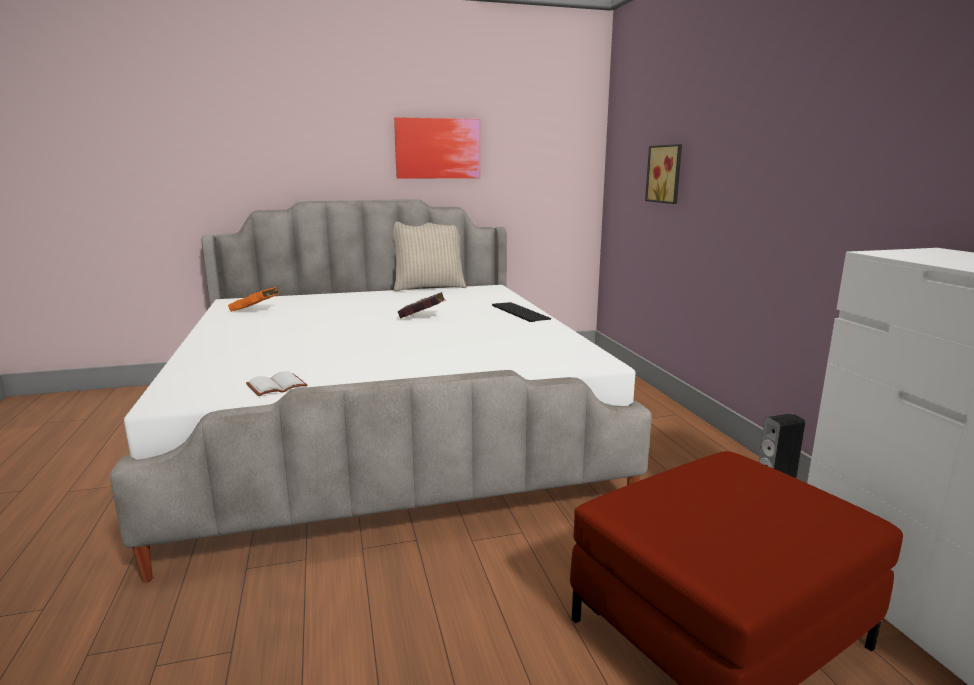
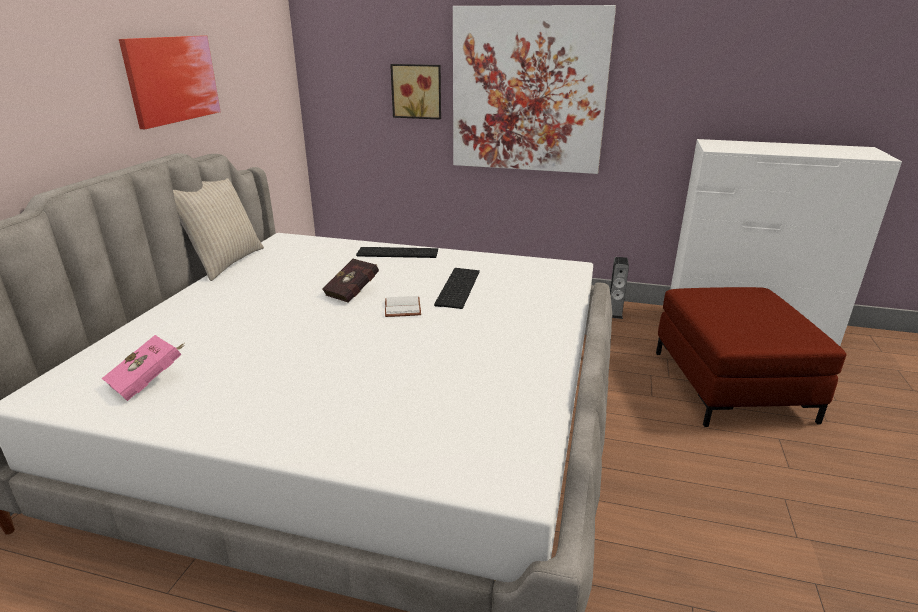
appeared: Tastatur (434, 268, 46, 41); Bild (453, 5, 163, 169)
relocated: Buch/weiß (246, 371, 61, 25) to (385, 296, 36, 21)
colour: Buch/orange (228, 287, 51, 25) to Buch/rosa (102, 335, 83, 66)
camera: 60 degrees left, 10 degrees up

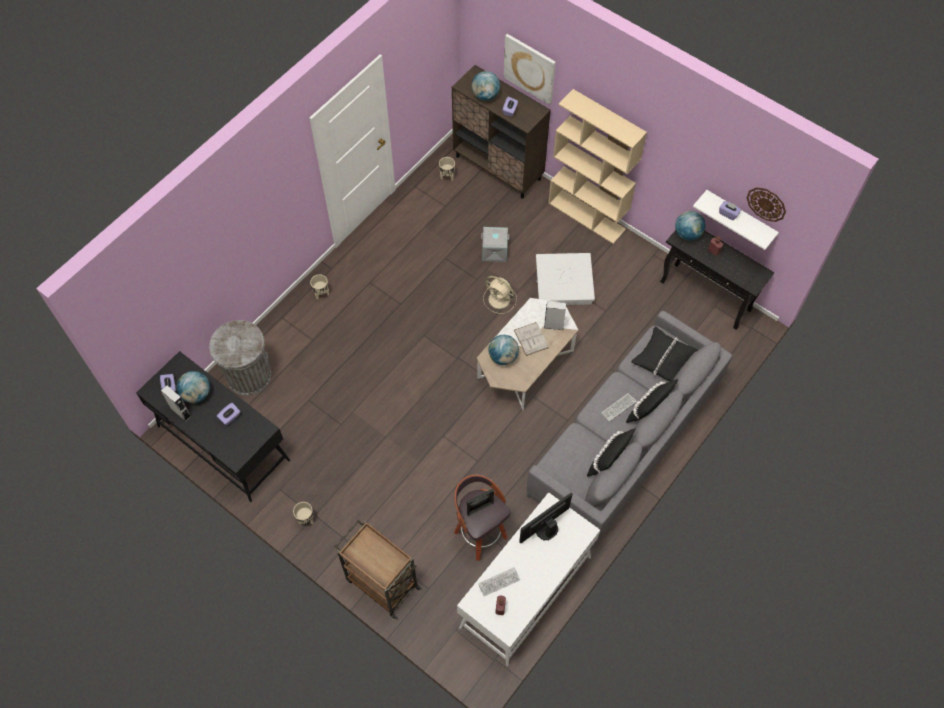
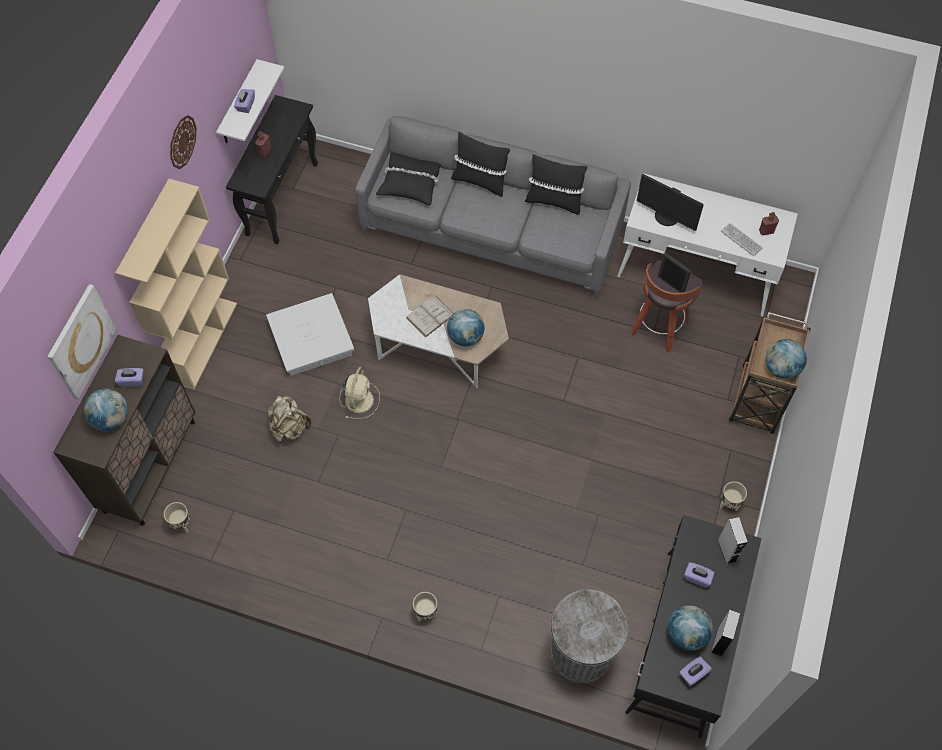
missing: Tastatur (601, 393, 36, 29)
relocated: Lautsprecher/grau (544, 301, 22, 29) to (718, 517, 30, 48); Globus (675, 211, 30, 29) to (766, 339, 41, 40); Wanduhr (747, 187, 39, 35) to (170, 115, 26, 54)
exchanged: Aufbewahrungsbox/grau (481, 227, 28, 35) to Rucksack/beige (268, 396, 43, 45)
camera: 110 degrees left, 0 degrees up

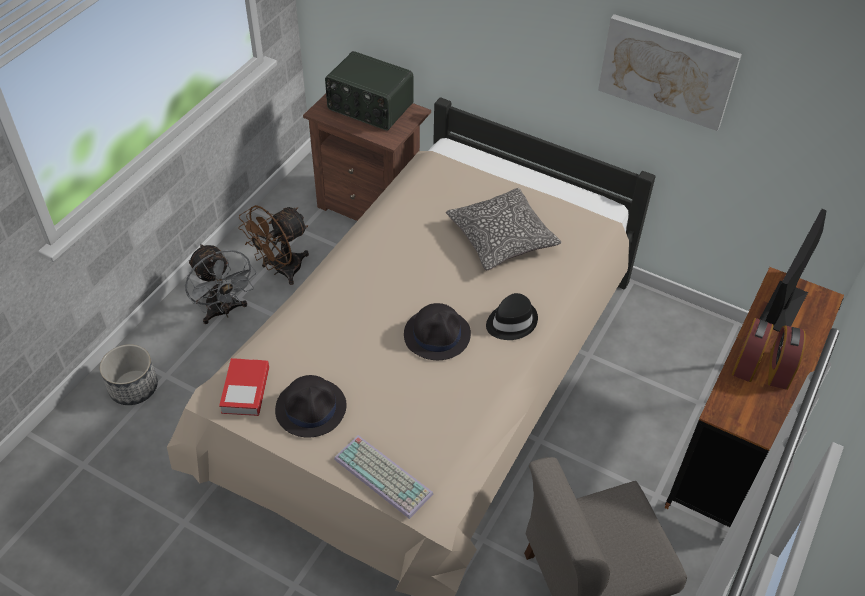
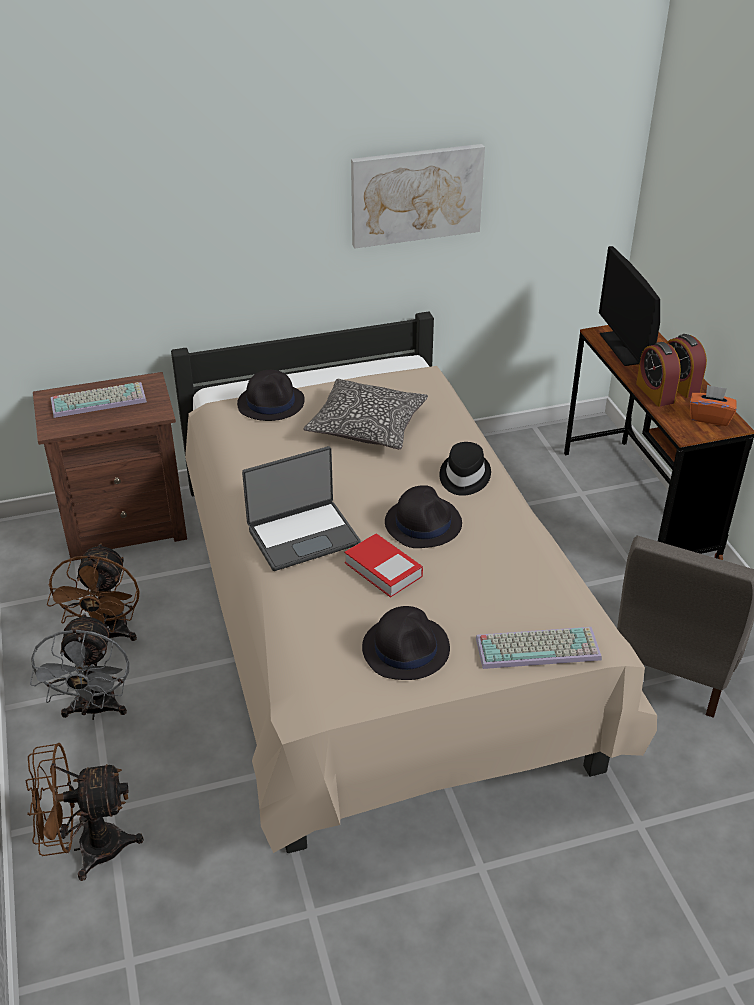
appeared: Hut/schwarz (237, 370, 68, 51); Laptop (242, 446, 119, 125); Taschentuchbox/orange (690, 385, 46, 41)
relocated: Buch (219, 358, 50, 58) to (345, 533, 78, 65)
exchanged: Pflanzkübel (100, 344, 58, 61) to Ventilator/braun (26, 743, 118, 138); Radio (325, 51, 88, 79) to Tastatur (51, 382, 96, 36)
spun: Ventilator/grau (185, 244, 71, 80) = (30, 613, 100, 107) 75 degrees clockwise
camera: 45 degrees left, 10 degrees down

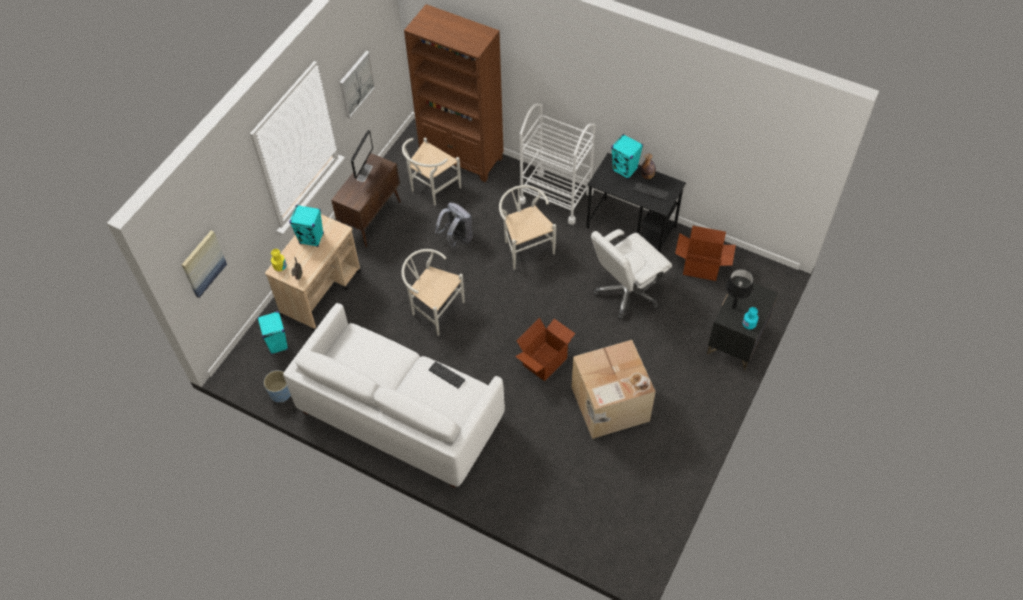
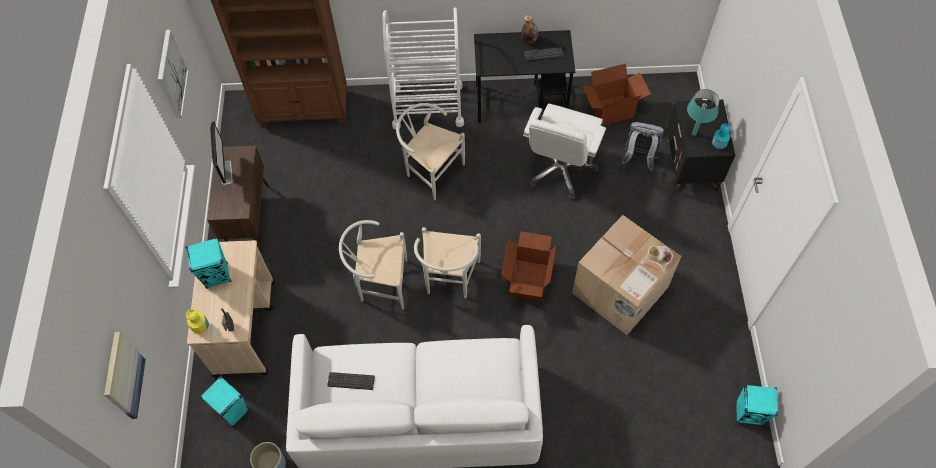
relocated: Stuhl/weiß (402, 138, 59, 67) to (414, 227, 67, 72); Tastatur (429, 361, 36, 27) to (327, 372, 48, 18); Rucksack/grau (435, 203, 38, 45) to (622, 122, 42, 49); Lautsprecher/türkis (611, 134, 32, 45) to (736, 384, 42, 42)
colour: Tischlampe/schwarz (726, 269, 27, 40) to Tischlampe/türkis (687, 89, 32, 47)
camera: 30 degrees left, 5 degrees up

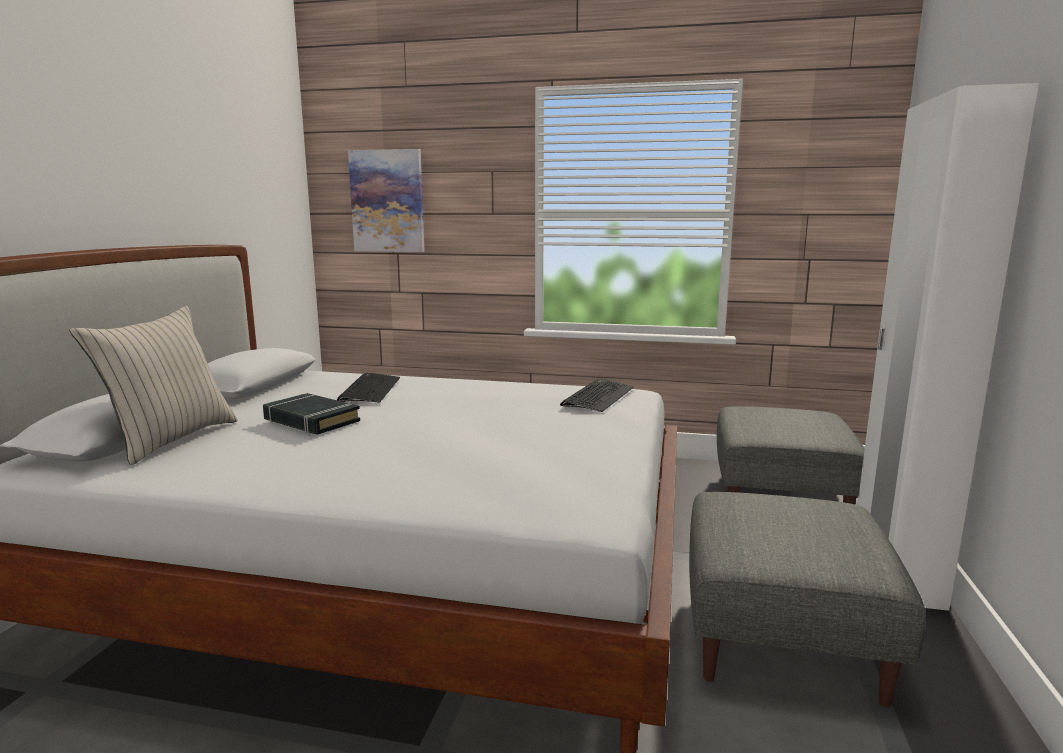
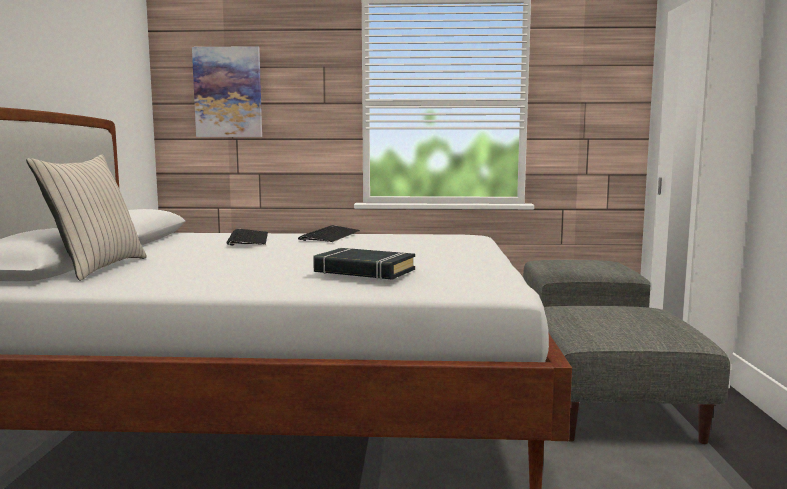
relocated: Buch/schwarz (263, 393, 97, 42) to (313, 248, 102, 32); Tastatur (560, 378, 74, 34) to (298, 225, 62, 17)
camera: 10 degrees left, 5 degrees down

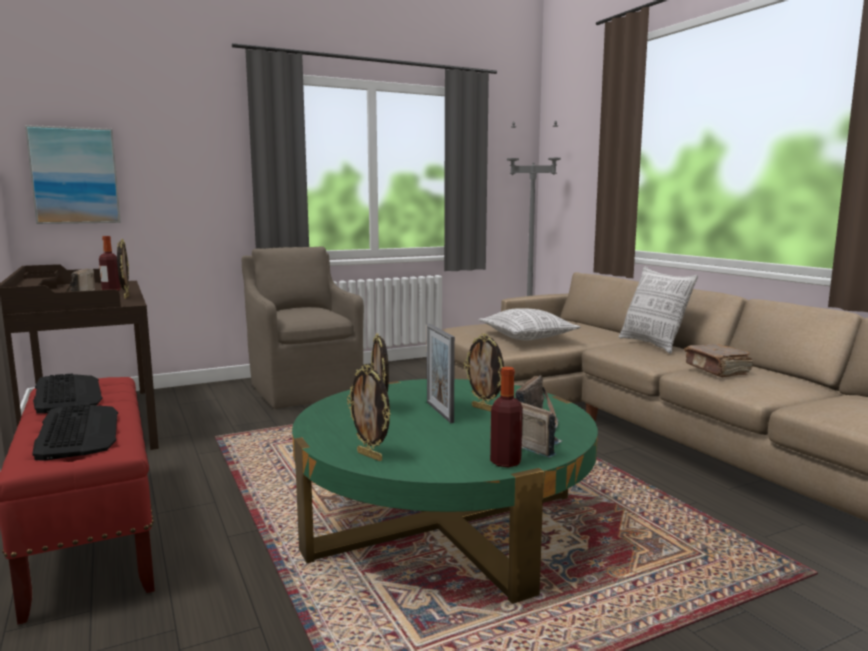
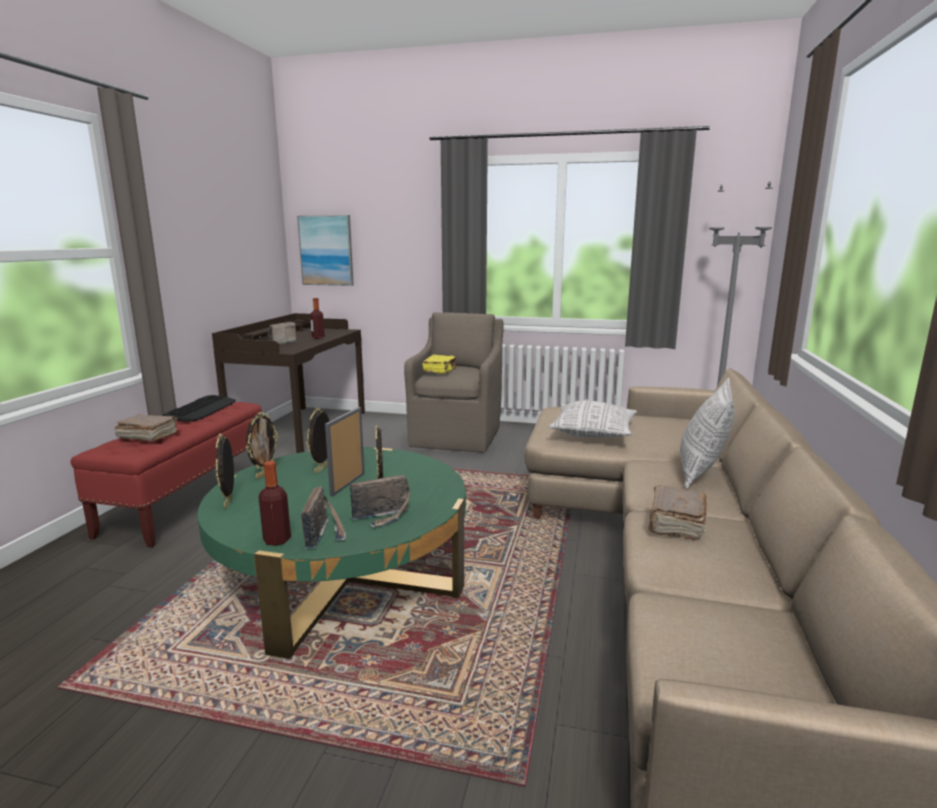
appeared: Buch/gelb (422, 355, 35, 19)
relocated: Bilderrahmen (117, 239, 12, 60) to (246, 412, 32, 67)
exchanged: Tastatur (32, 404, 86, 57) to Buch/braun (114, 414, 64, 27)
camera: 40 degrees right, 5 degrees up

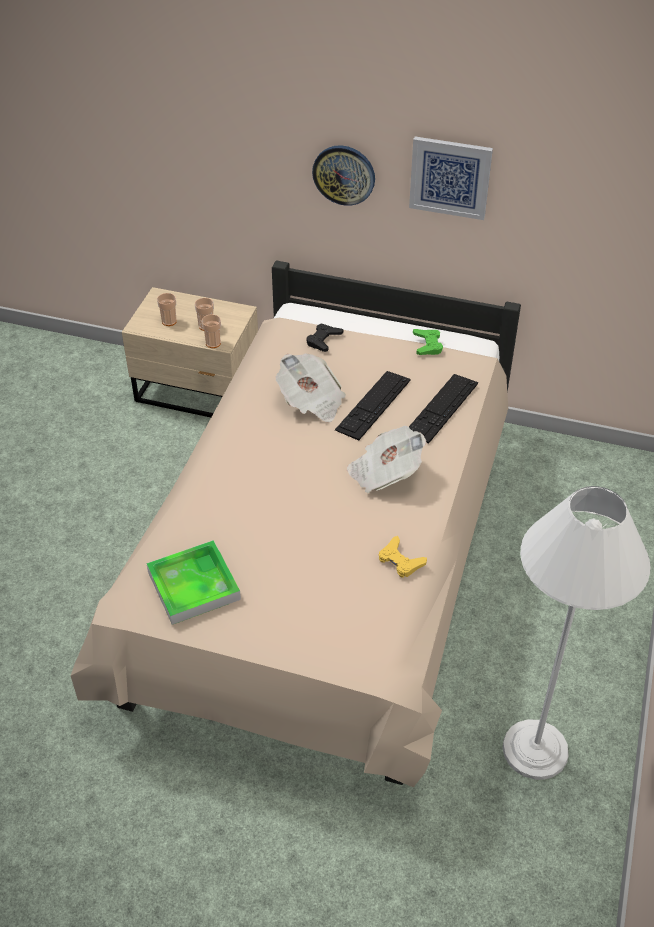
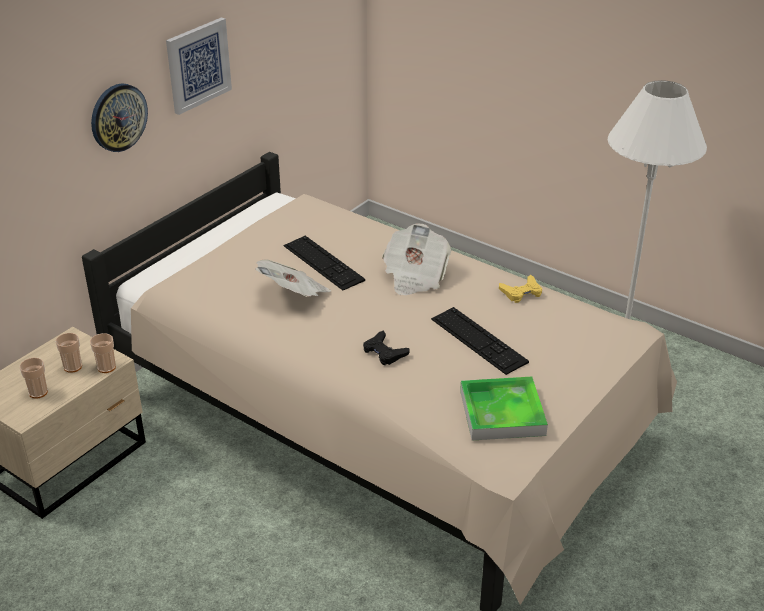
missing: Gamepad/grün (413, 329, 30, 26)
relocated: Gamepad/schwarz (306, 323, 37, 29) to (363, 330, 47, 35); Tastatur (409, 374, 69, 70) to (431, 307, 98, 68)
camera: 70 degrees left, 10 degrees down

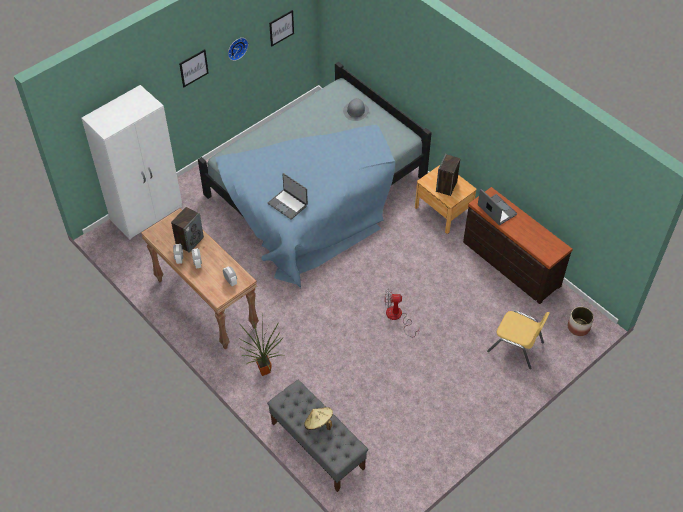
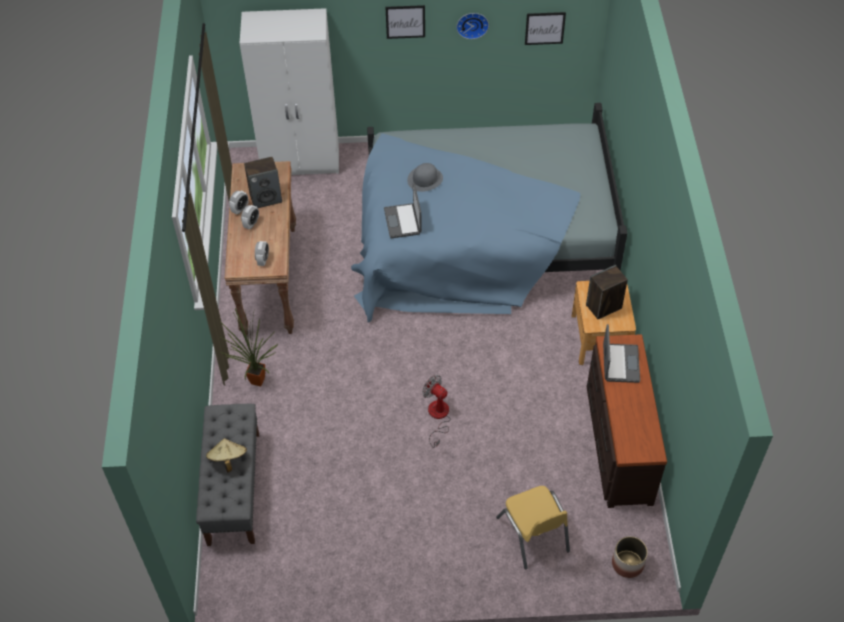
relocated: Hut/grau (343, 98, 26, 23) to (407, 163, 36, 29)
camera: 40 degrees right, 0 degrees up

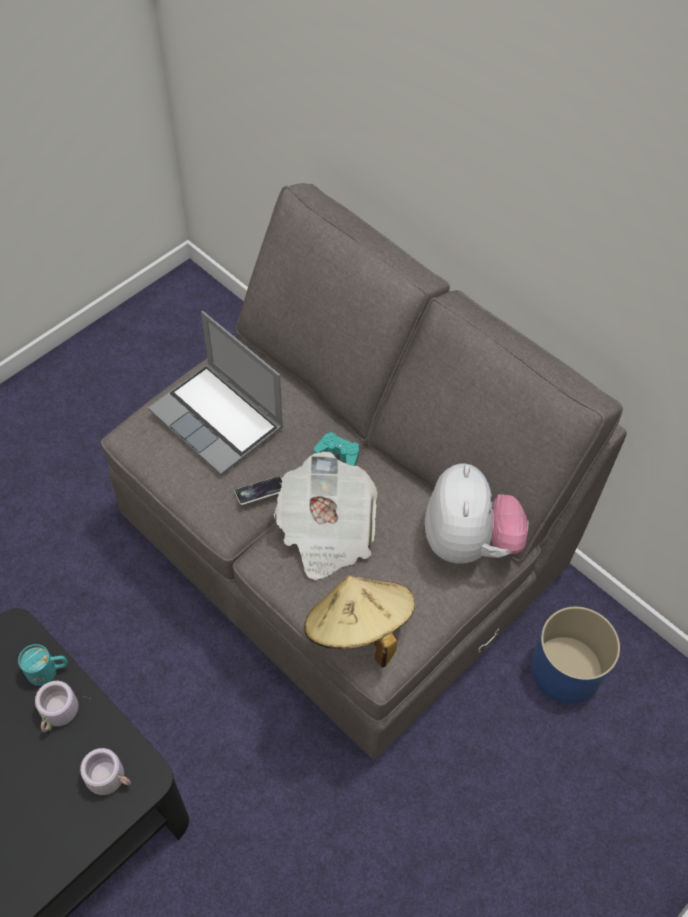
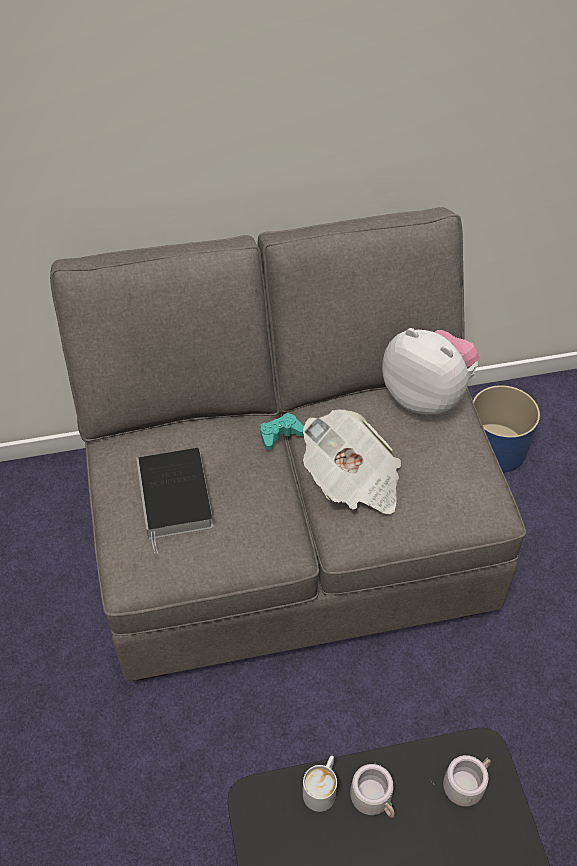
missing: Handy (234, 476, 48, 29); Hut/beige (304, 575, 111, 92)
exchanged: Laptop (148, 311, 136, 165) to Buch (136, 448, 77, 105)
colour: Henkelbecher/türkis (18, 644, 50, 42) to Henkelbecher/weiß (303, 756, 34, 56)
camera: 55 degrees left, 5 degrees down

